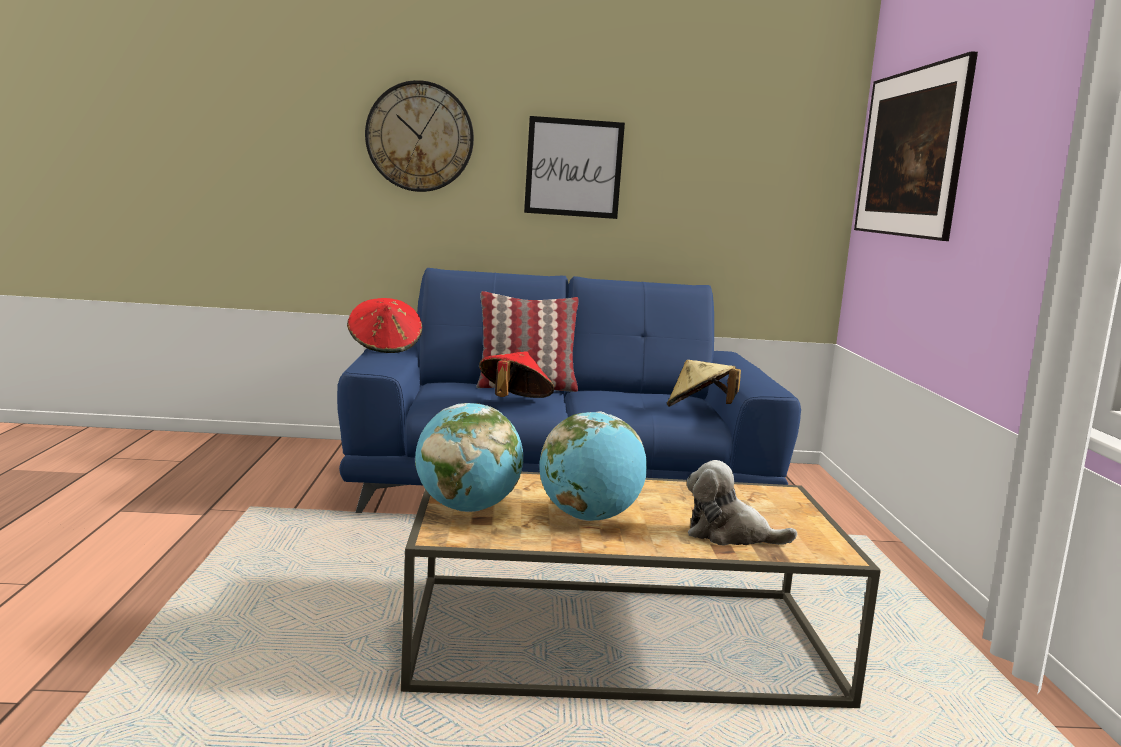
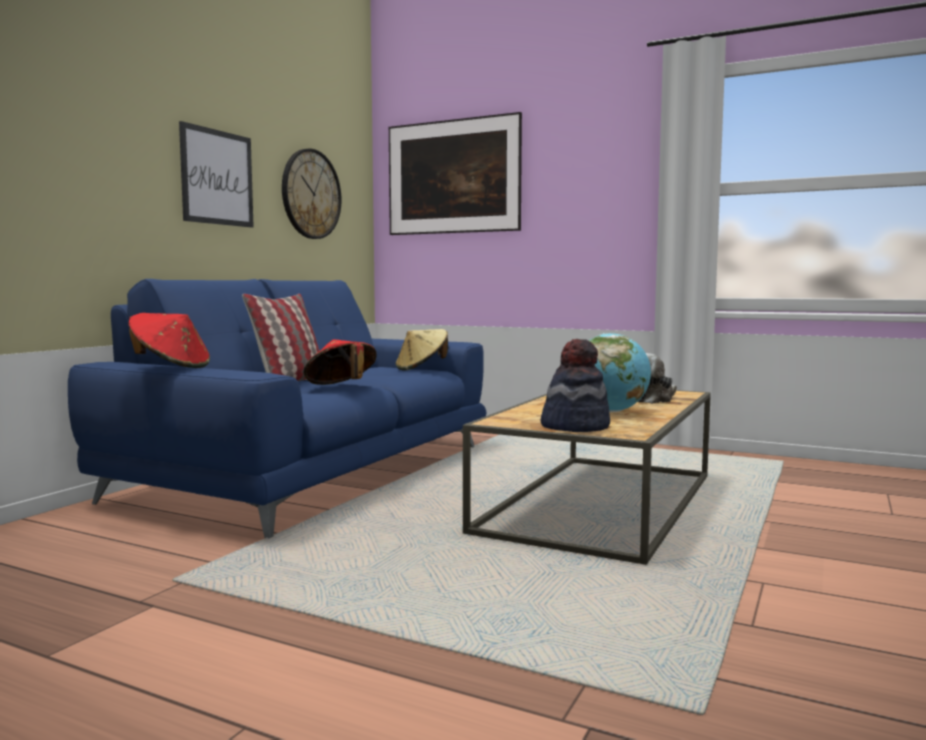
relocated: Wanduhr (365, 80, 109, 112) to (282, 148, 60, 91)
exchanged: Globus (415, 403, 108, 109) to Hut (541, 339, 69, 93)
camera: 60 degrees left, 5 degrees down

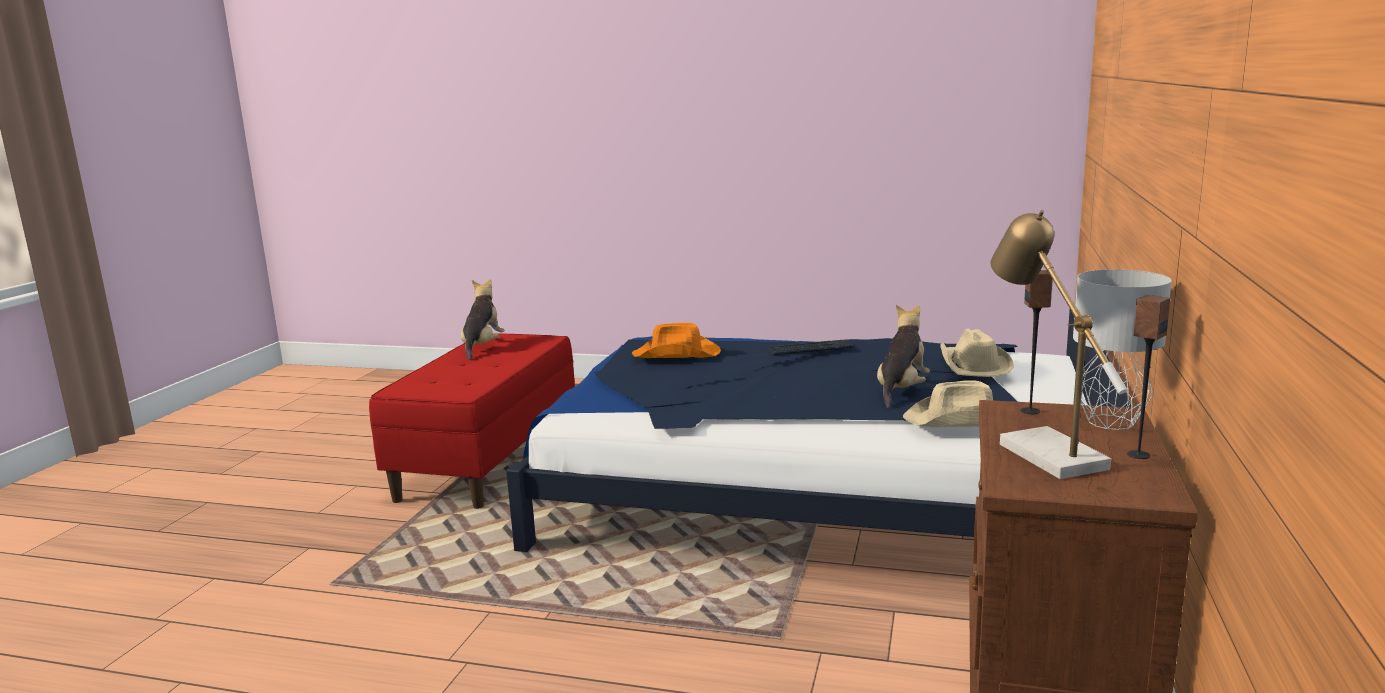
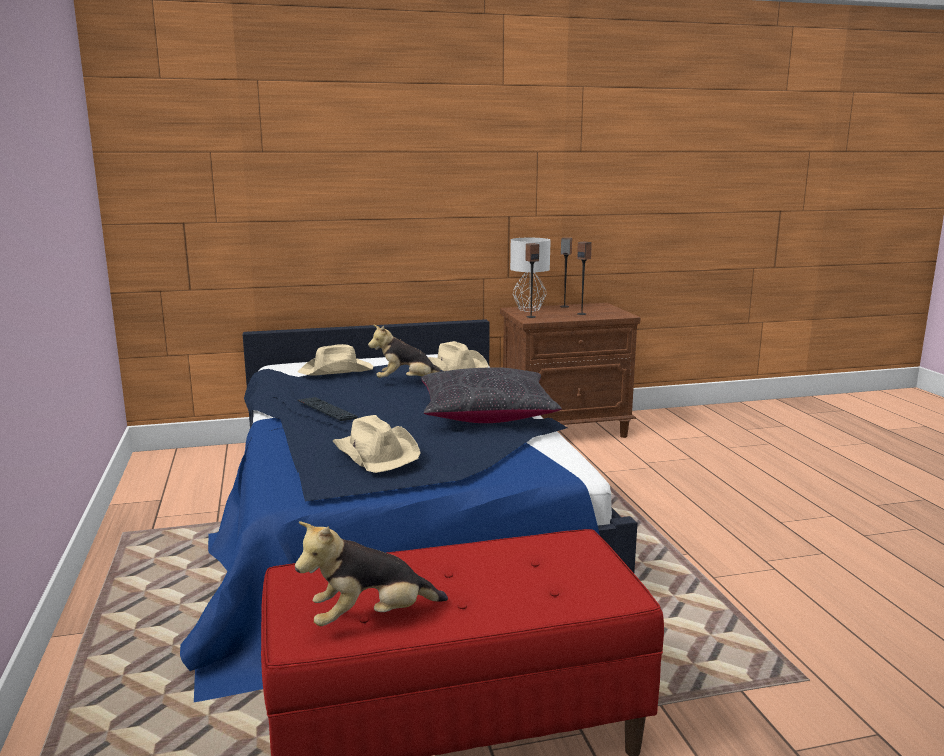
appeared: Kissen/schwarz (421, 367, 141, 56)
exchanged: Tischlampe (990, 210, 137, 269) to Lautsprecher (577, 241, 15, 74)
colour: Hut/orange (632, 323, 89, 35) to Hut/beige (333, 415, 88, 58)
camera: 120 degrees left, 0 degrees up

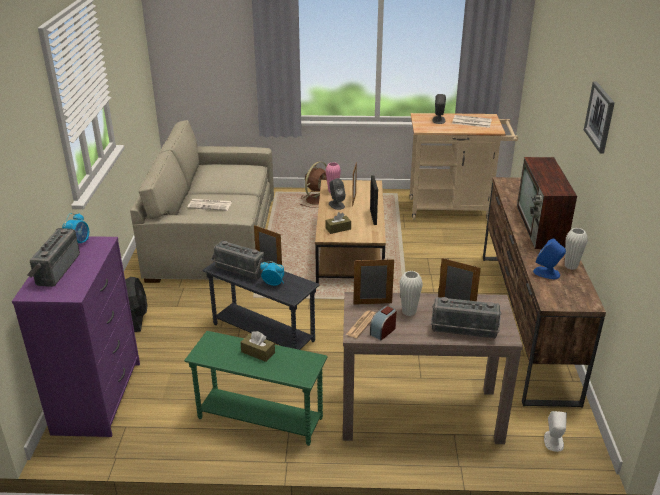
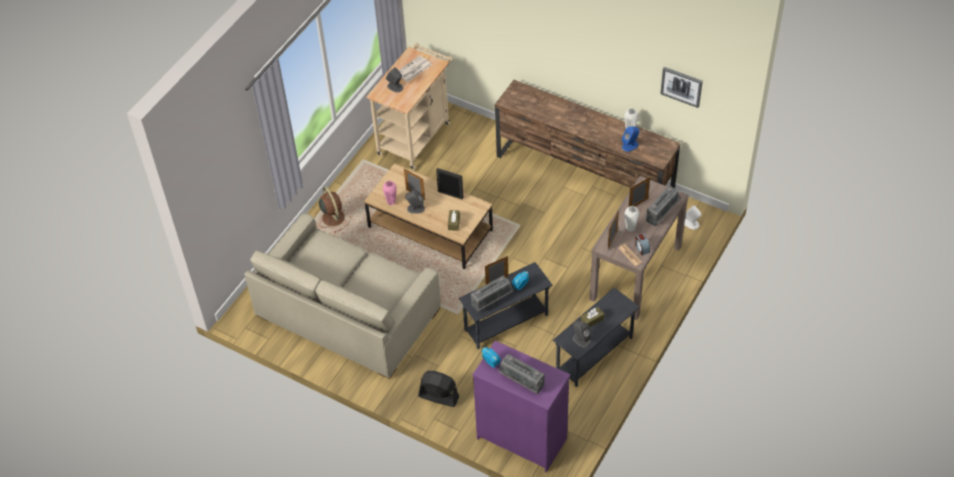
missing: Zeitung (187, 199, 45, 12); Fernseher (517, 157, 60, 92)
appeared: Lautsprecher/grau (573, 321, 19, 27)
relocated: Bild (584, 82, 31, 72) to (660, 67, 43, 41)
colour: Beistelltisch/grün (184, 331, 144, 115) to Beistelltisch/grau (553, 288, 87, 99)
camera: 60 degrees left, 20 degrees up

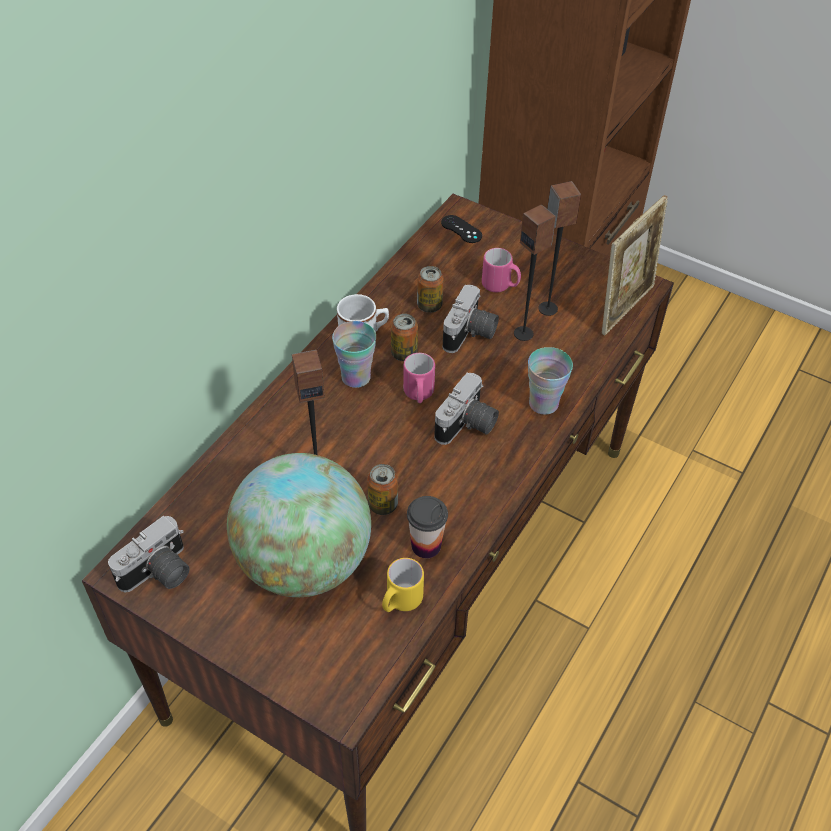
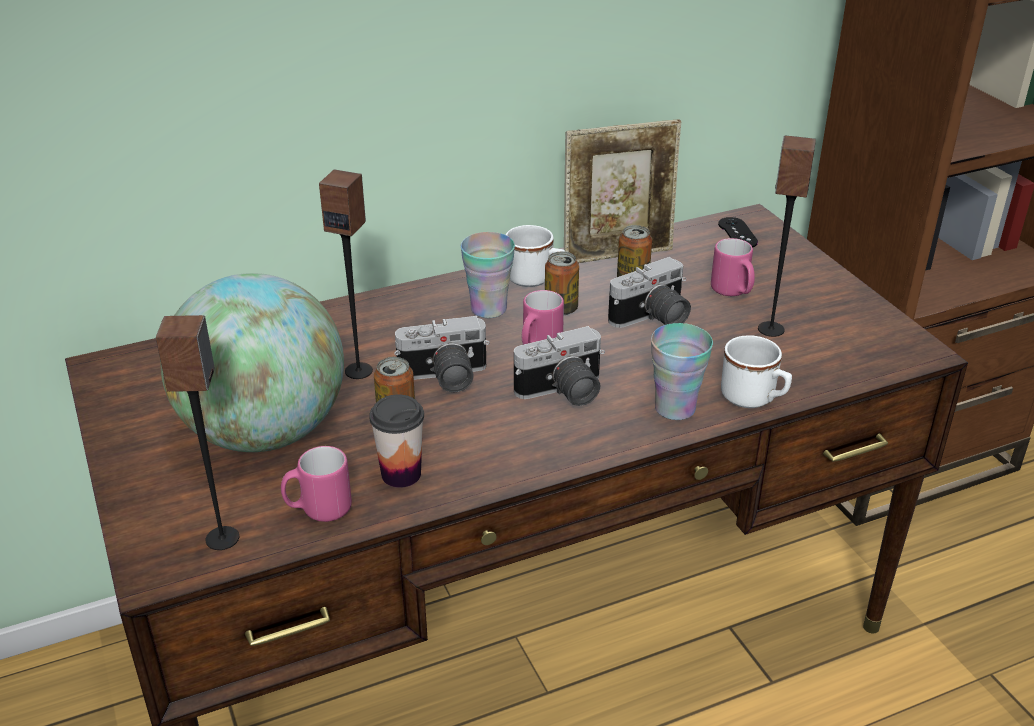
appeared: Henkelbecher/weiß (721, 335, 71, 73)
relocated: Kamera (108, 515, 81, 77) to (394, 316, 96, 76); Lautsprecher (514, 205, 42, 136) to (156, 315, 83, 235); Bilderrahmen (602, 195, 66, 140) to (564, 120, 117, 143)
colour: Henkelbecher/gelb (382, 558, 42, 54) to Henkelbecher/rosa (281, 446, 71, 76)
camera: 35 degrees right, 15 degrees down

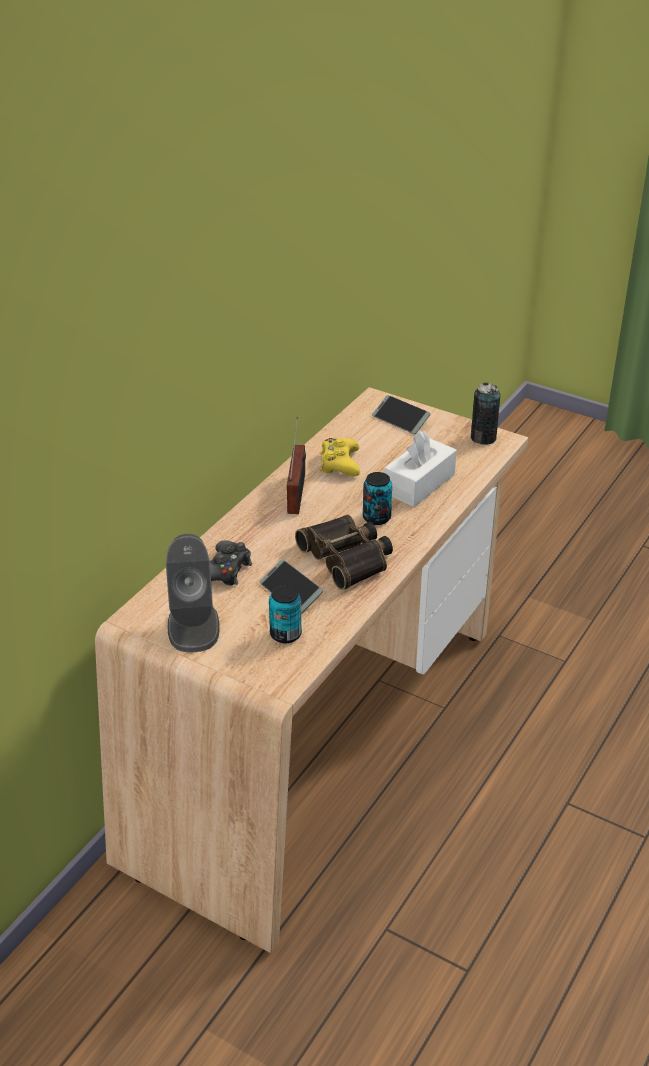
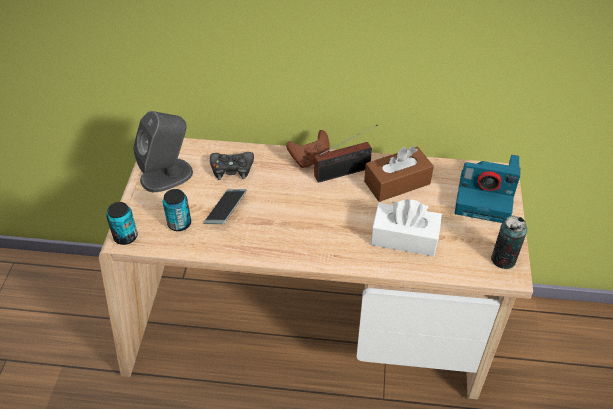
missing: Fernglas (295, 514, 98, 76)
appeared: Gamepad/braun (286, 130, 44, 38)
relocated: Dose (363, 472, 29, 53) to (106, 202, 32, 43)
exchanged: Gamepad/gelb (320, 438, 40, 38) to Taschentuchbox/braun (364, 146, 70, 56); Handy (372, 395, 59, 39) to Kamera (455, 155, 65, 68)
camera: 65 degrees right, 10 degrees up

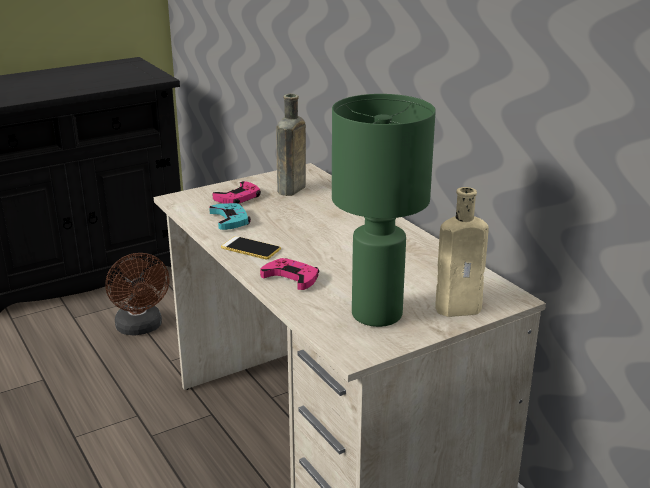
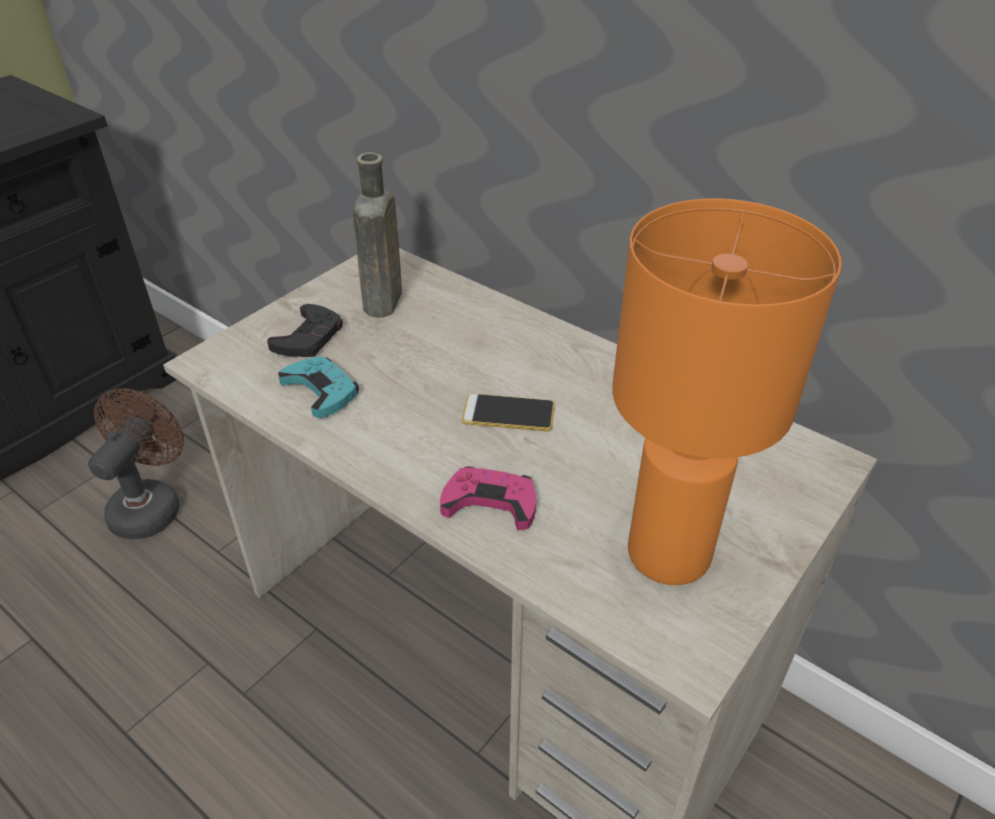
missing: Flasche/beige (435, 187, 54, 130)
relocated: Handy (221, 236, 60, 23) to (462, 394, 93, 37)
colour: Gamepad/rosa (212, 181, 49, 23) to Gamepad/schwarz (267, 304, 76, 53); Tischlampe/grün (332, 94, 104, 233) to Tischlampe/orange (612, 198, 230, 387)
spun: Ventilator/braun (105, 253, 64, 83) = (88, 389, 96, 150) 120 degrees counterclockwise
camera: 20 degrees left, 15 degrees up

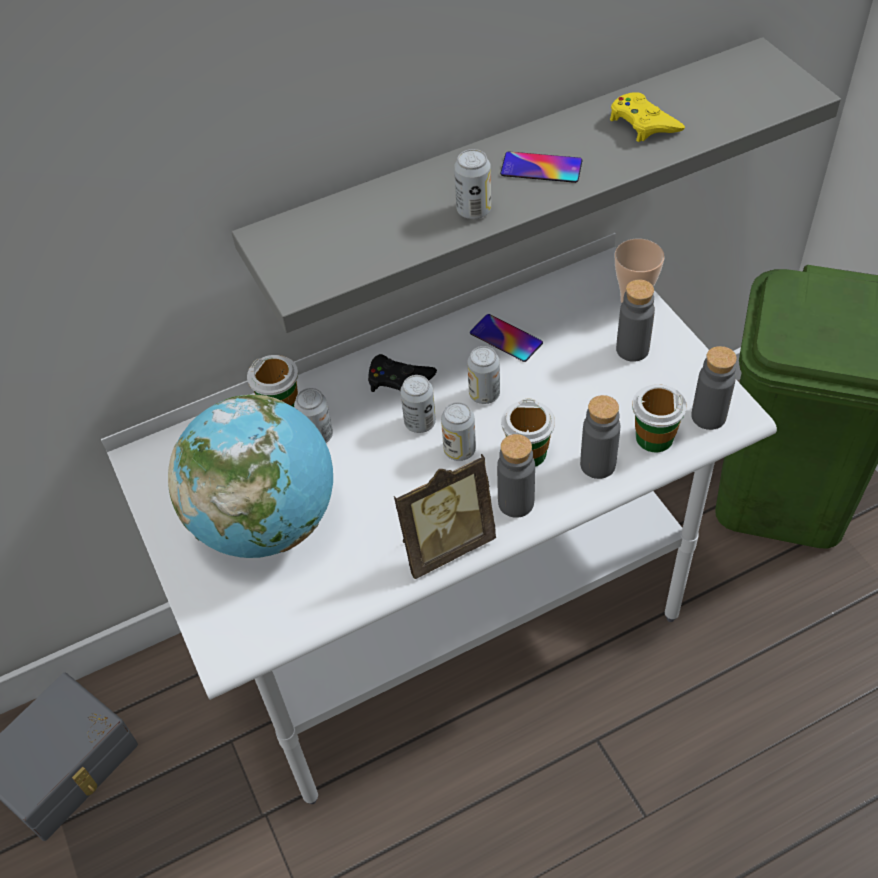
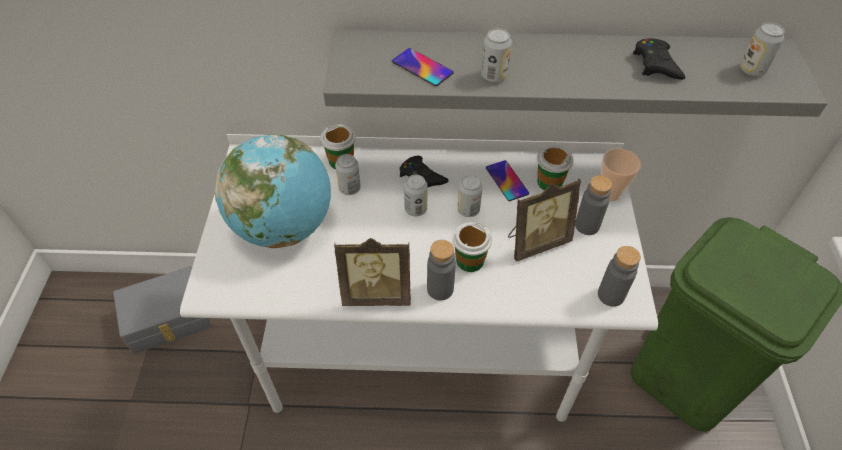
missing: Flasche/grau (580, 395, 40, 84)
appeared: Bilderrahmen (508, 178, 73, 84)
relocated: Dose (441, 402, 35, 59) to (740, 22, 45, 54); Handy (500, 152, 82, 31) to (392, 48, 62, 38); Tasse (632, 384, 55, 69) to (537, 145, 37, 45)
colour: Gamepad/gelb (610, 92, 75, 50) to Gamepad/schwarz (633, 38, 52, 42)
camera: 25 degrees right, 0 degrees up

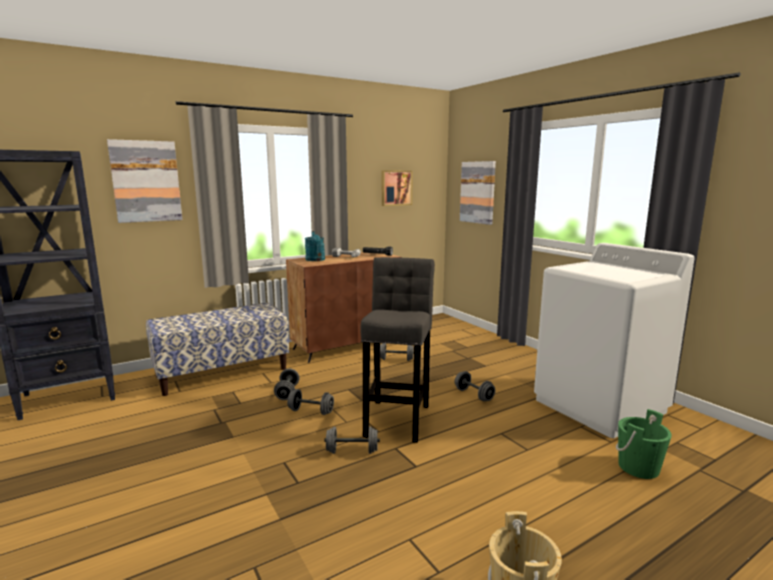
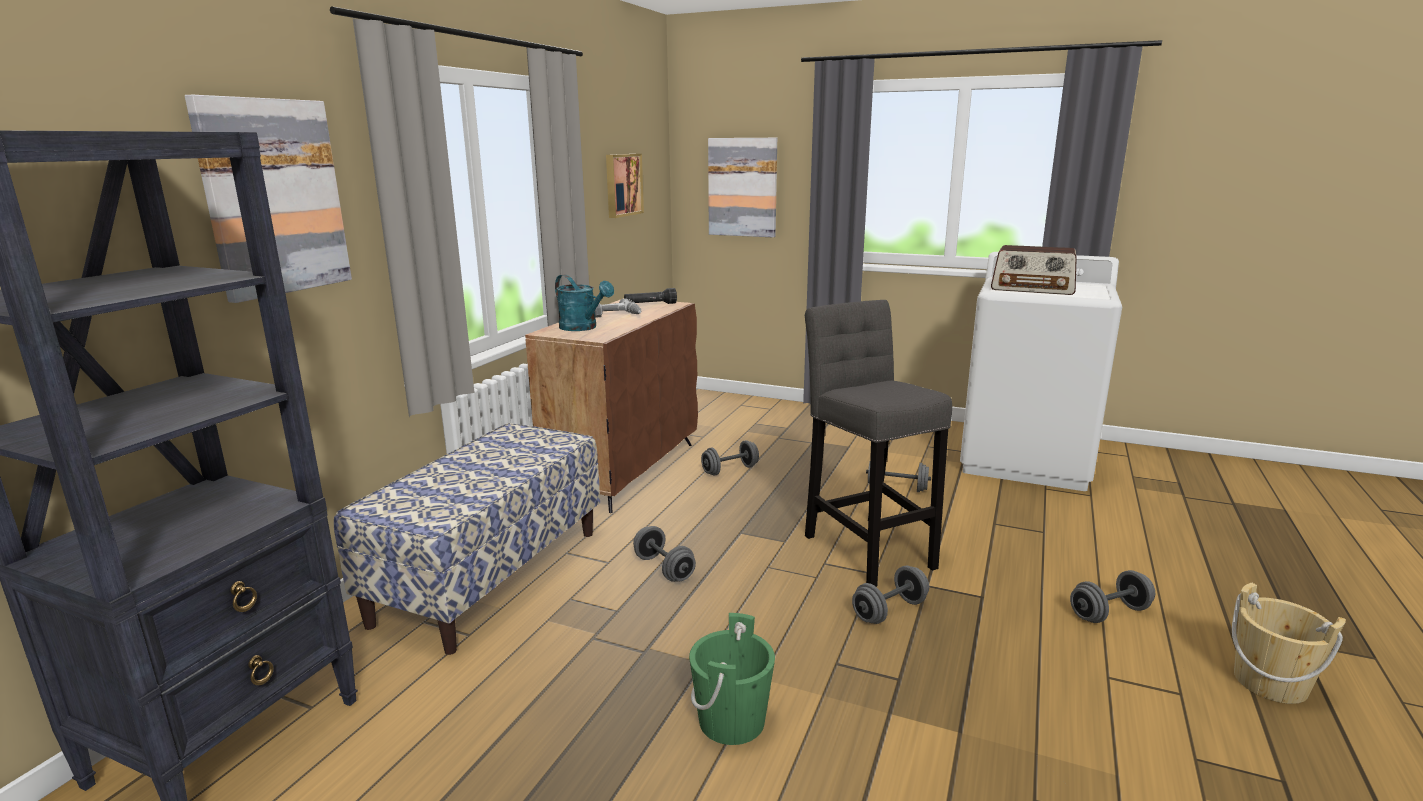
appeared: Radio (991, 245, 86, 50)
relocated: Hantel/grau (287, 389, 47, 26) to (1070, 570, 85, 53); Eimer/grün (616, 409, 56, 70) to (689, 613, 86, 132)
camera: 35 degrees left, 5 degrees up

